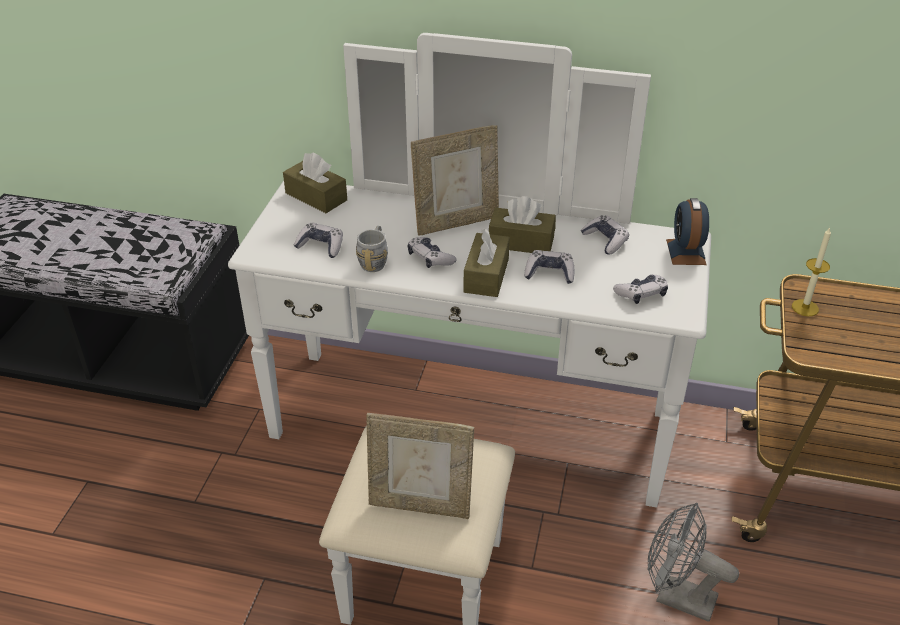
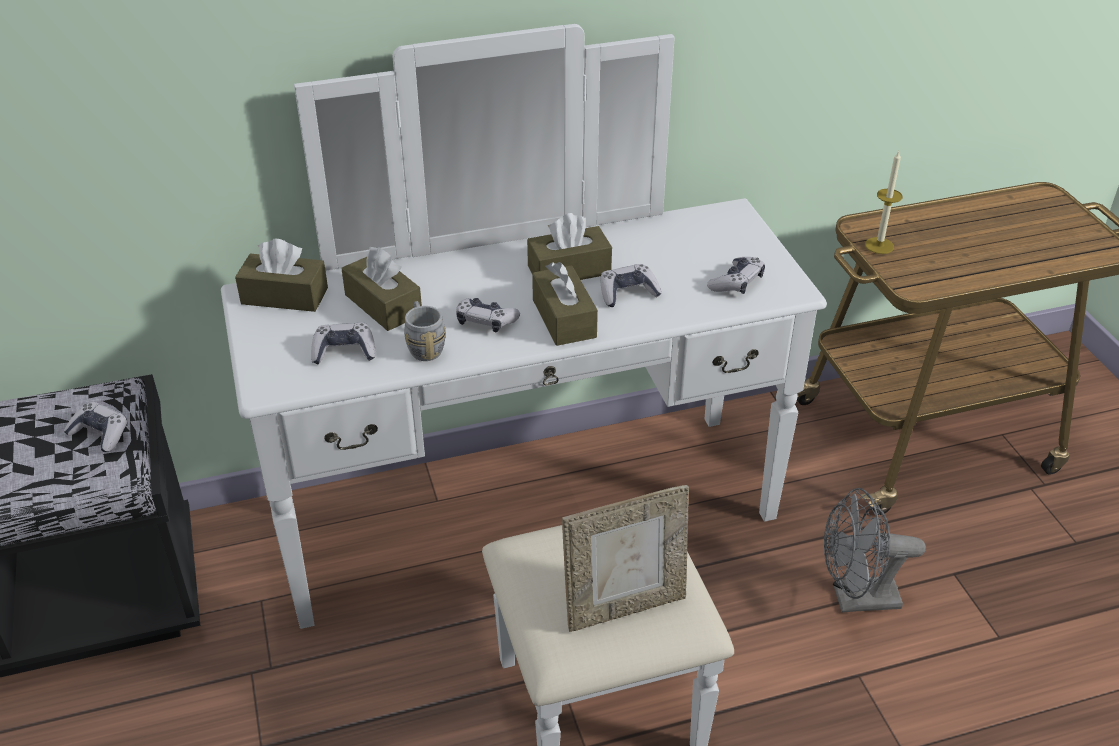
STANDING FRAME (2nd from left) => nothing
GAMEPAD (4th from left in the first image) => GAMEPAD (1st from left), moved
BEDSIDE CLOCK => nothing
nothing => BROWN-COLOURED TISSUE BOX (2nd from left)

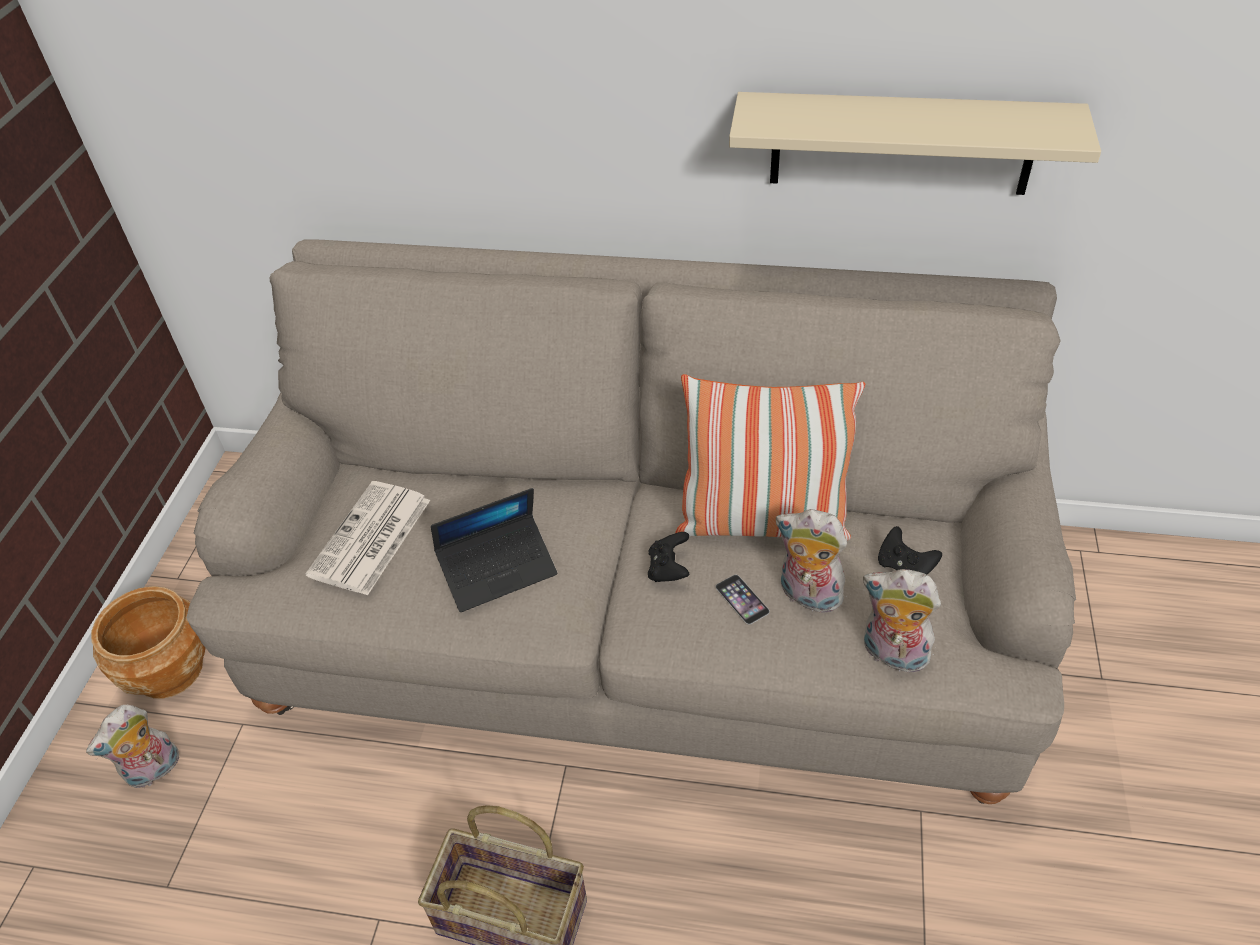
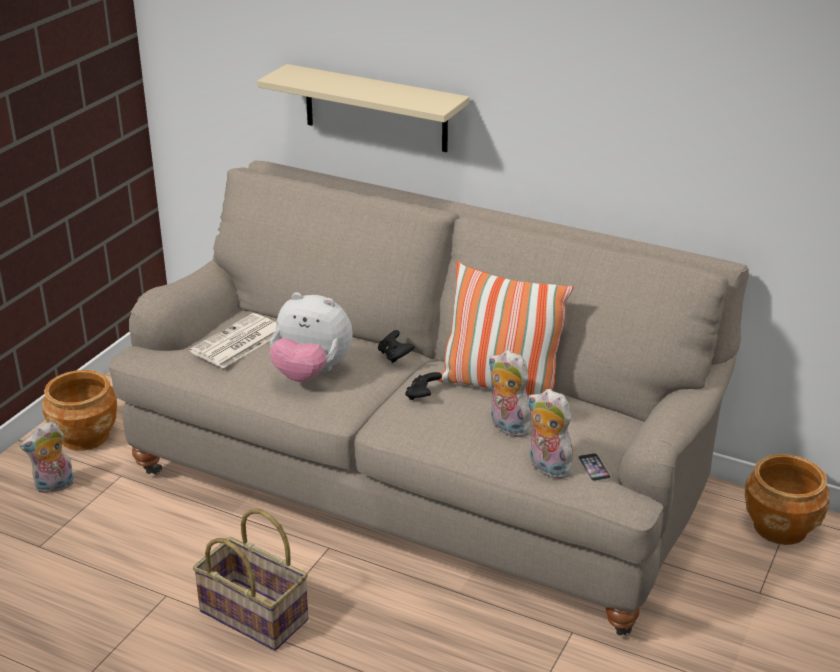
NOTEBOOK COMPUTER => PLUSH TOY (2nd from left)
PHONE, moved
BEIGE-COLOURED WALL SHELF, moved
BLACKISH GAMEPAD (2nd from left in the first image) => BLACKISH GAMEPAD (1st from left), moved
nothing => BROWN-COLOURED FLOWER POT (2nd from left)

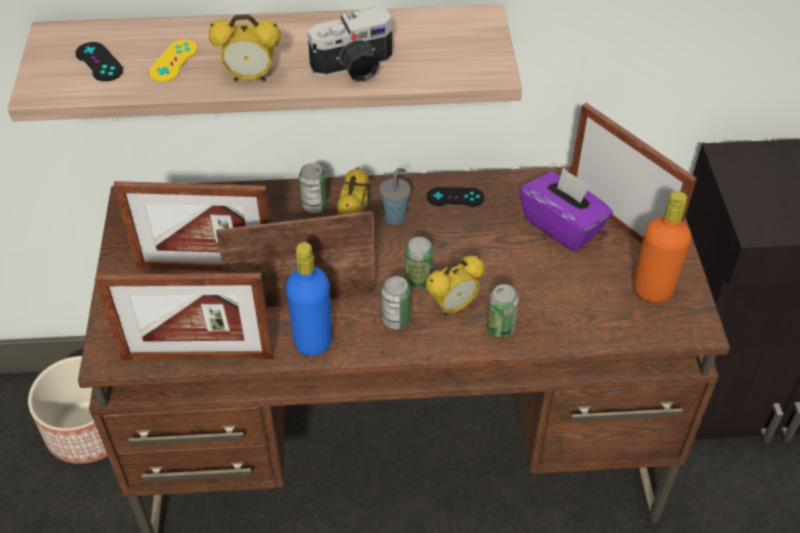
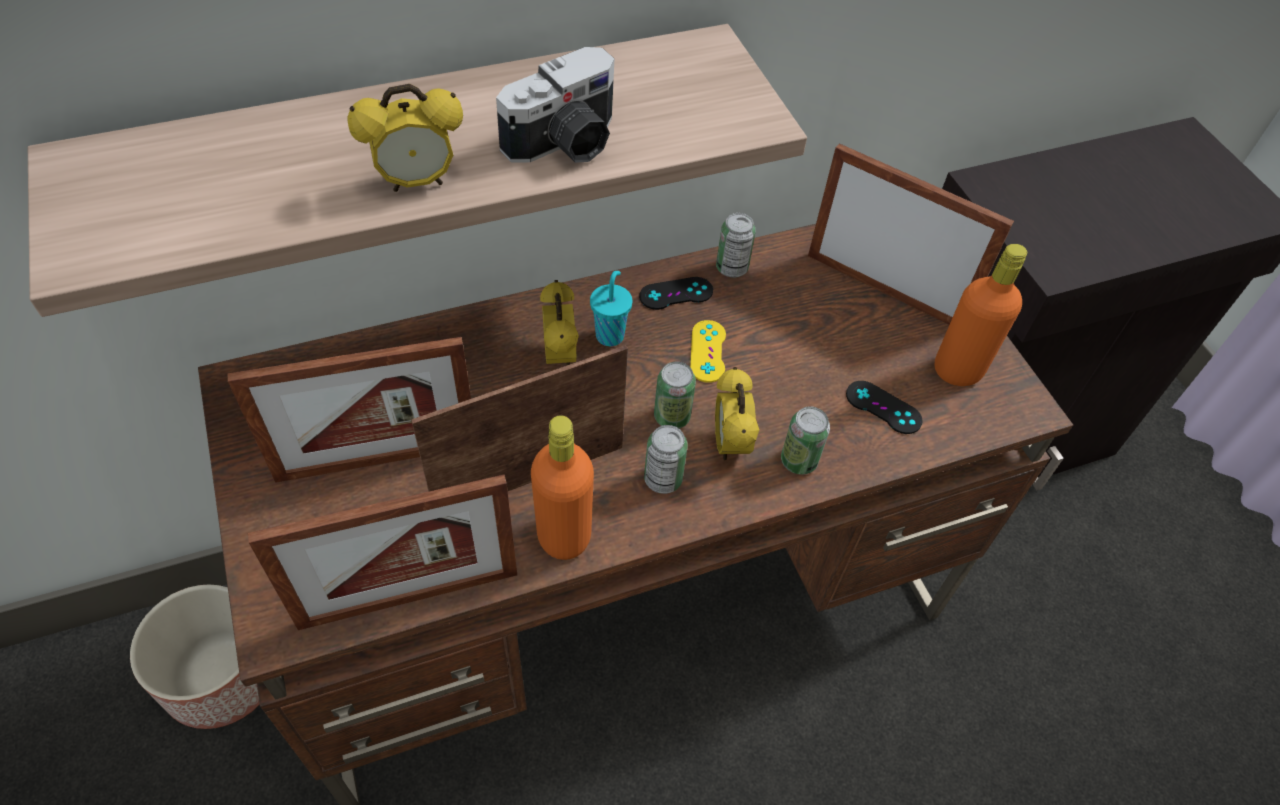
BLACKISH GAMEPAD (1st from left in the first image) => BLACKISH GAMEPAD (2nd from left), moved
YELLOW-COLOURED GAMEPAD, moved
BLUISH DRINK BOTTLE => ORANGEY DRINK BOTTLE (1st from left)
METAL CAN (1st from left in the first image) => METAL CAN (3rd from left), moved
GREYISH SMALL CUP => TURQUOISE-COLOURED SMALL CUP
BEDSIDE CLOCK (3rd from left), 135 degrees clockwise
PURPLE TISSUE BOX => nothing

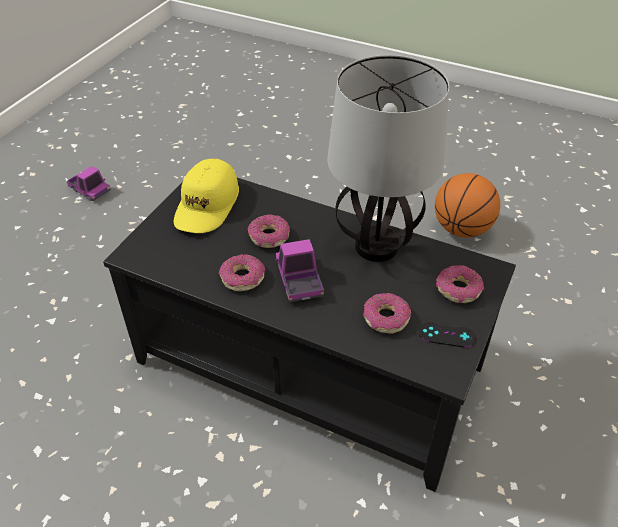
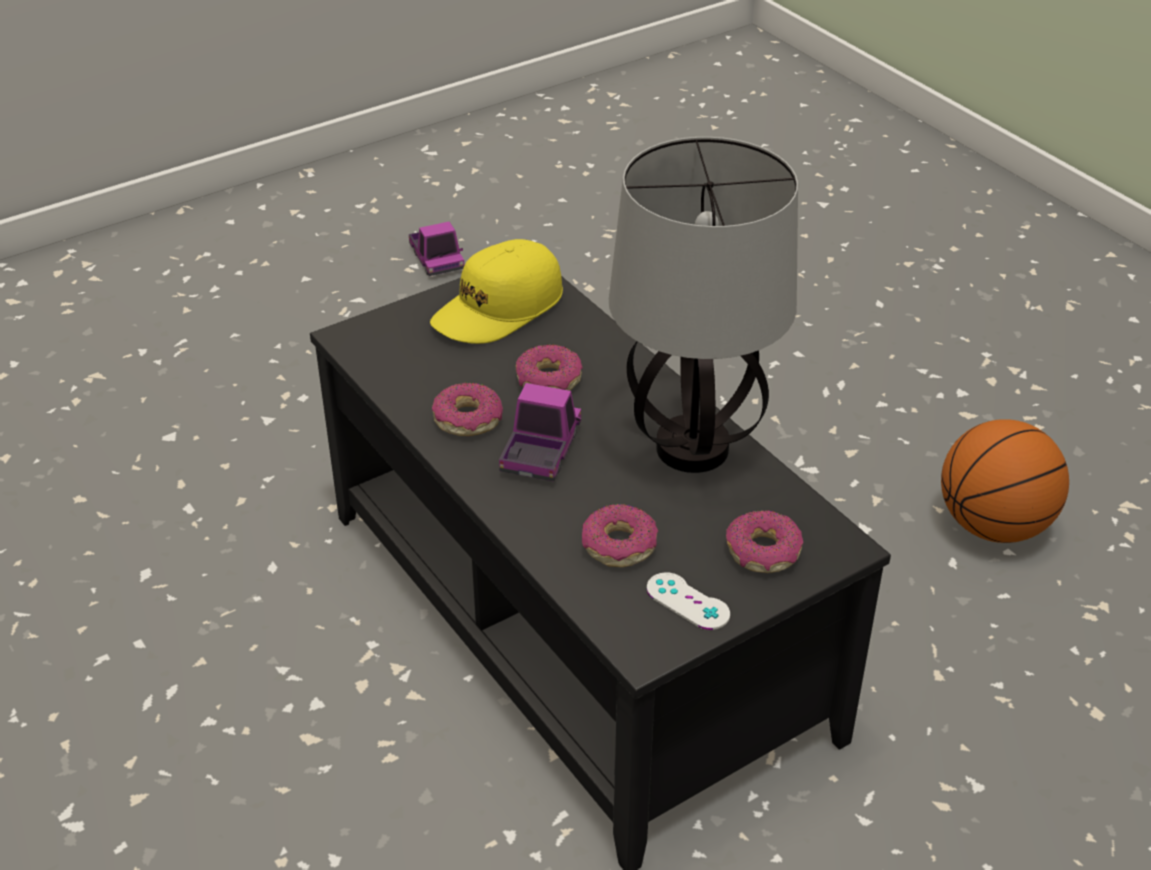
BLACKISH GAMEPAD => WHITISH GAMEPAD

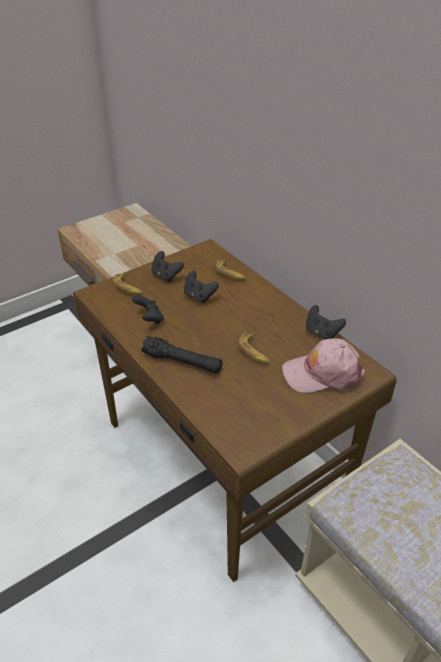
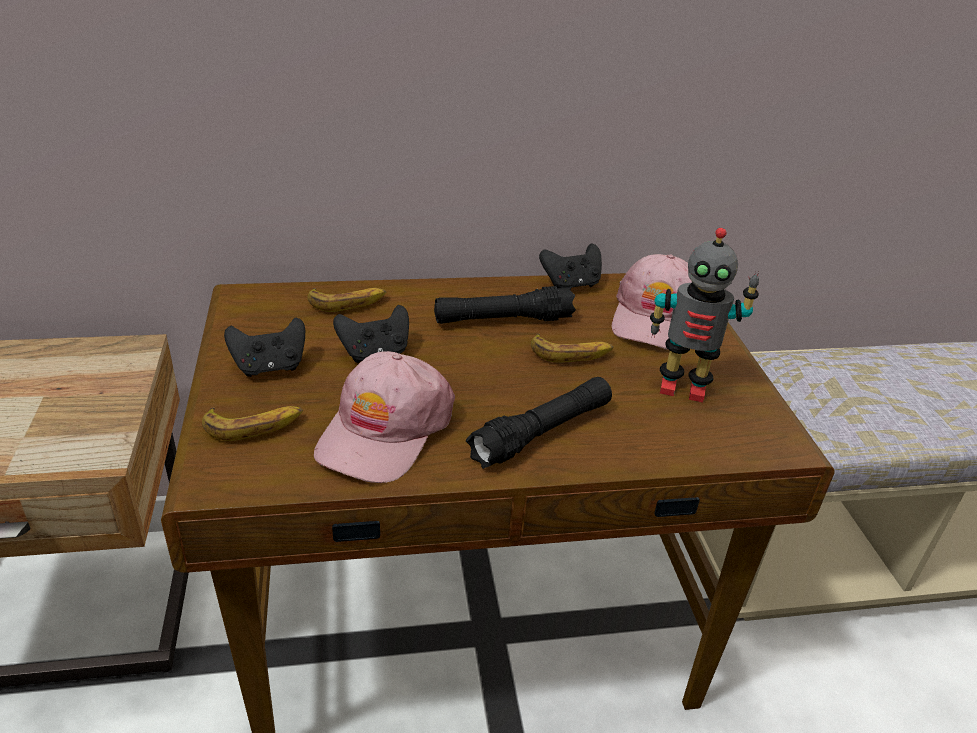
BLACKISH GAMEPAD (1st from left) => PINK CAP (1st from left)
nothing => BLACKISH HAND TORCH (1st from left)
nothing => ROBOT FIGURE

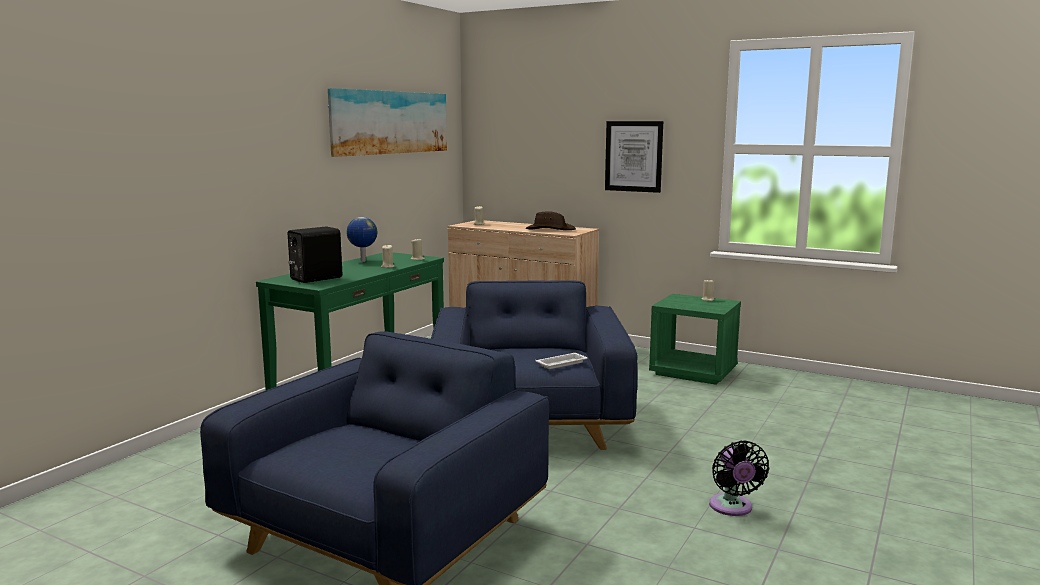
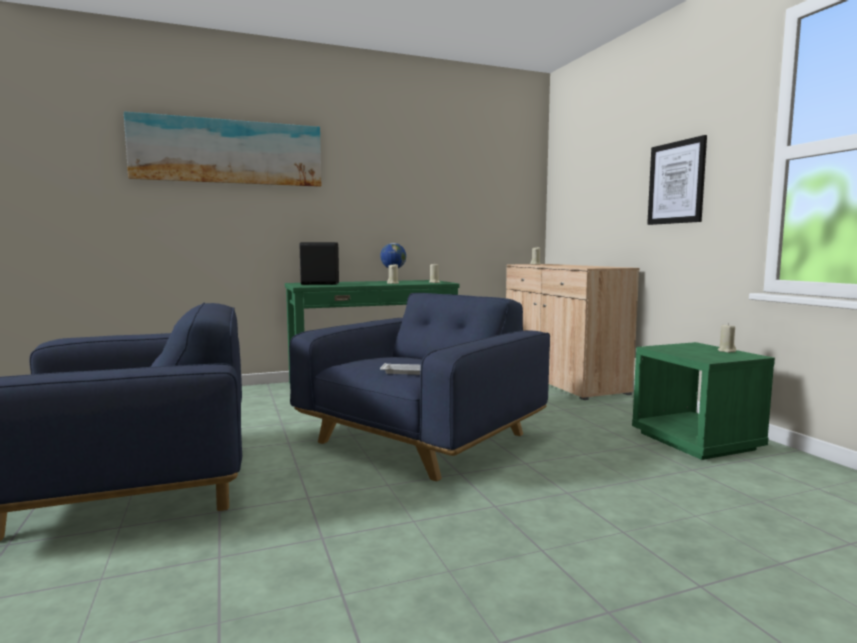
WALL PICTURE (1st from left), moved
BROWN-COLOURED CLOTHING HAT => nothing
BLACKISH COOLING FAN => nothing

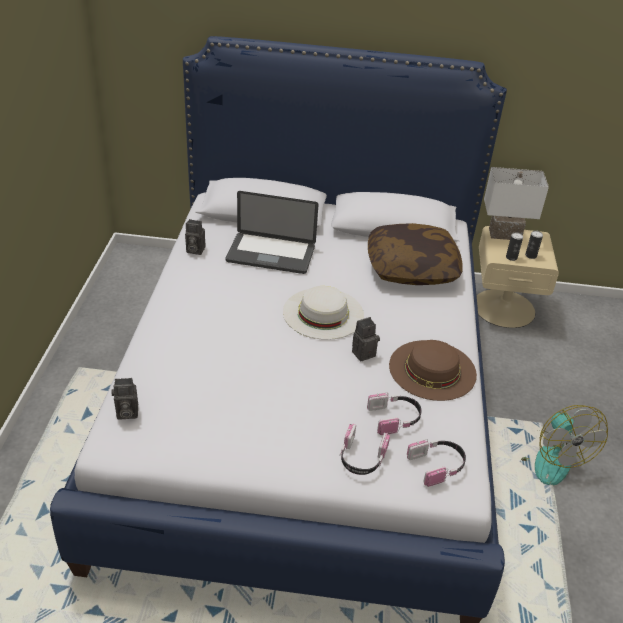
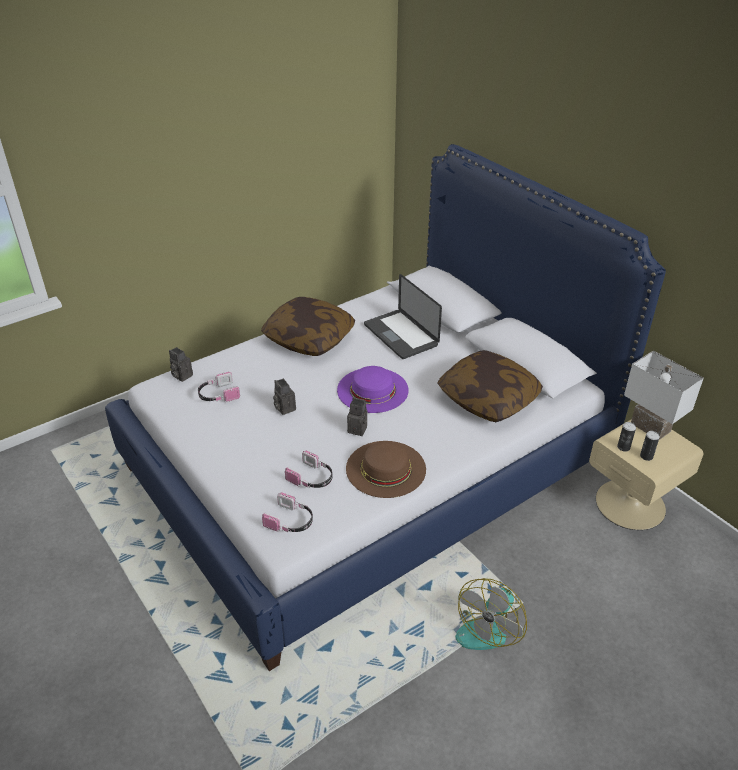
STILL CAMERA (2nd from left), moved
WHITISH CLOTHING HAT => PURPLE CLOTHING HAT
HEADSET (1st from left), moved
nothing => CUSHION (1st from left)

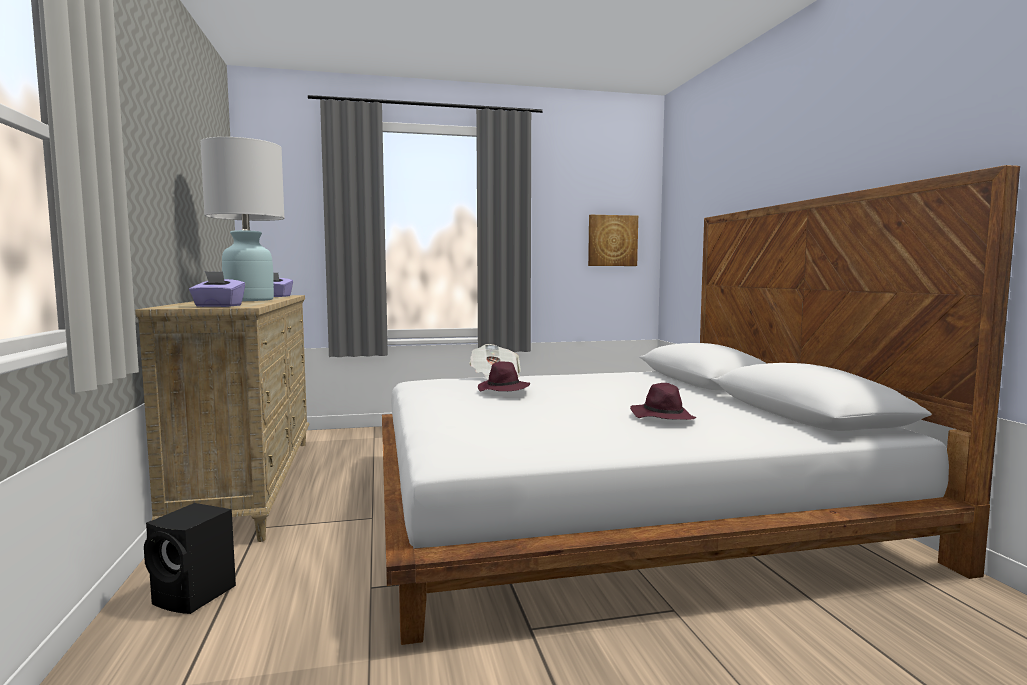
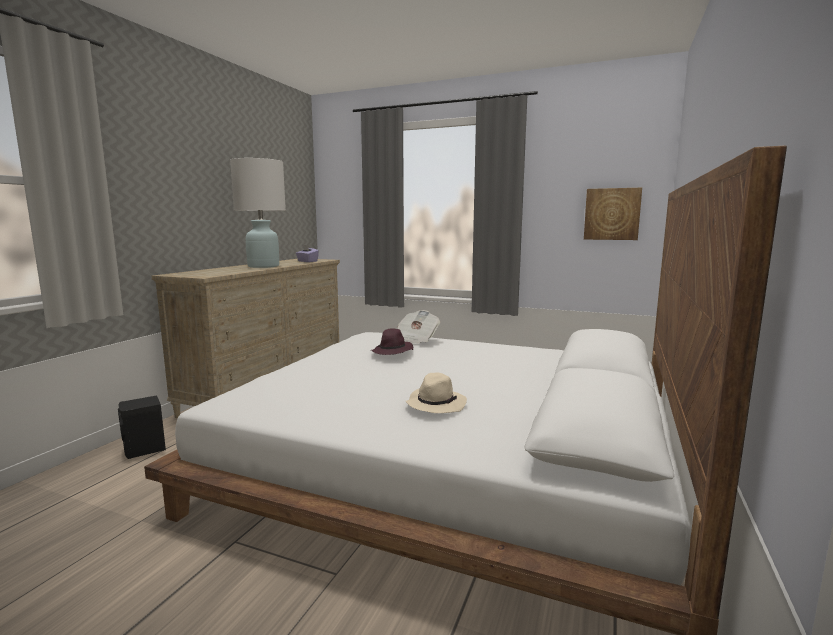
PURPLE TISSUE BOX (1st from left) => nothing
PURPLE CLOTHING HAT (2nd from left) => BEIGE-COLOURED CLOTHING HAT

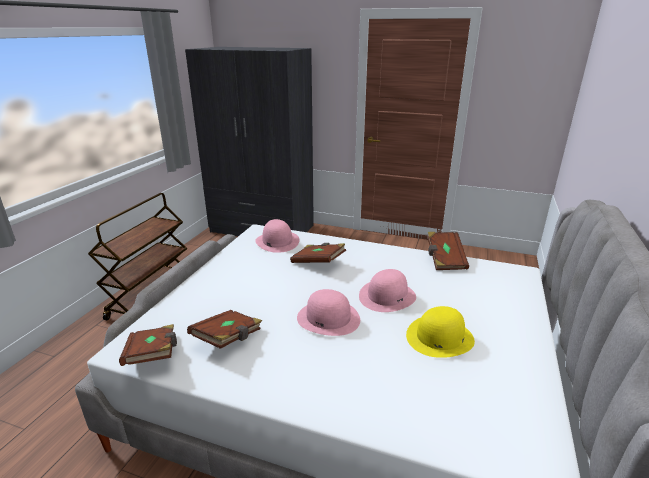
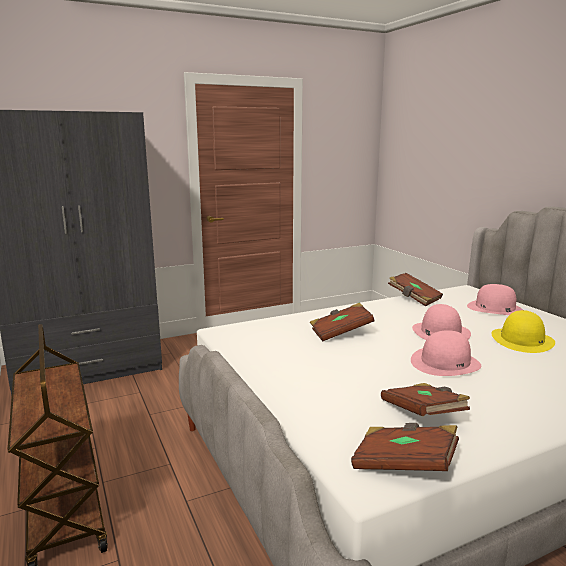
PINK CLOTHING HAT (1st from left in the first image) => PINK CLOTHING HAT (3rd from left), moved

